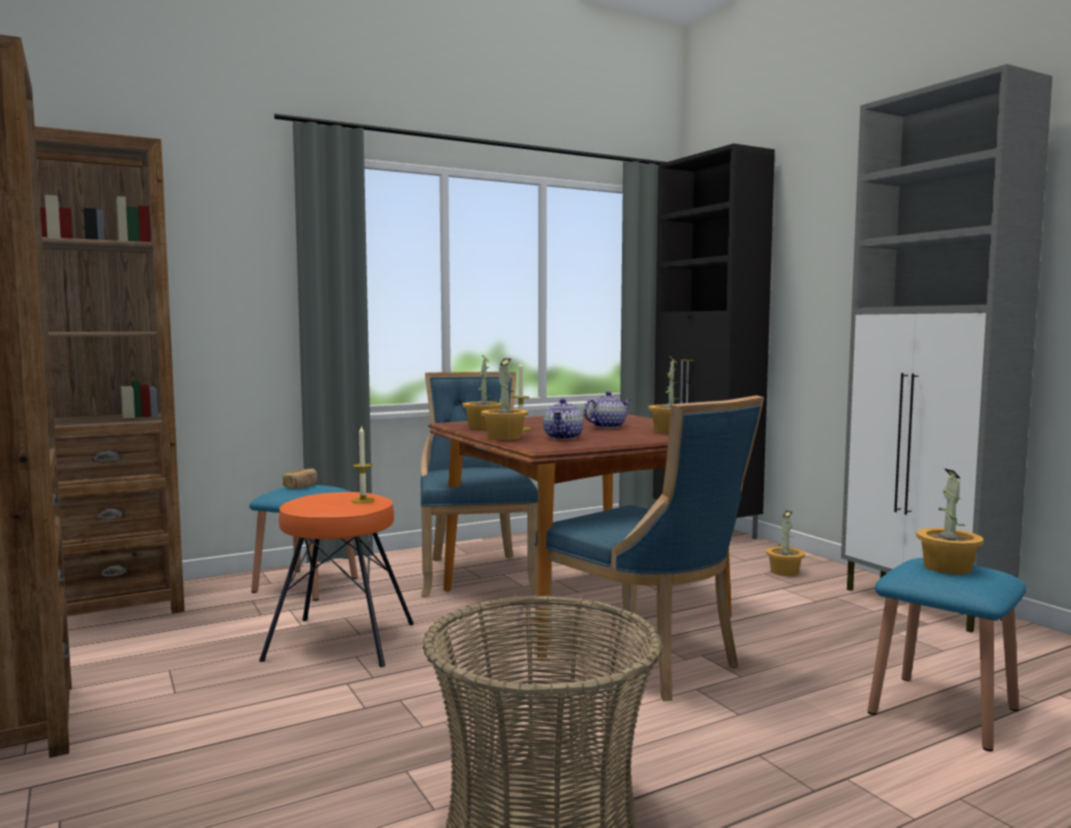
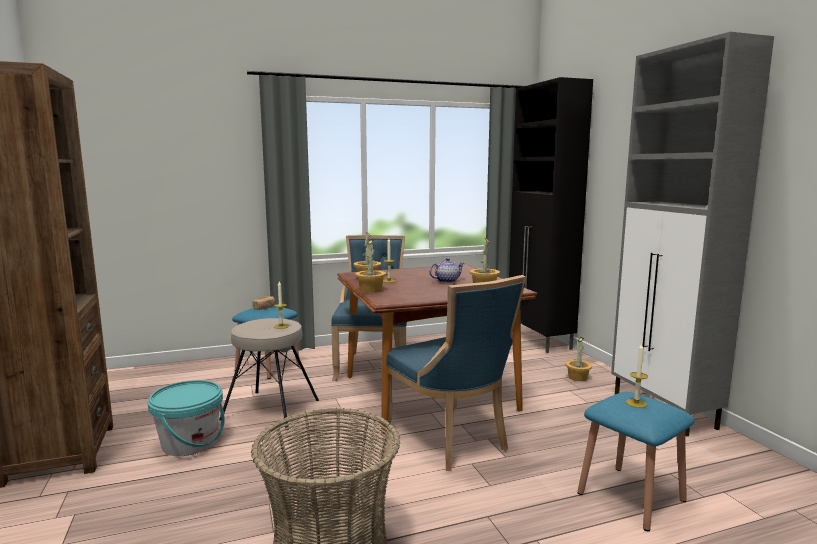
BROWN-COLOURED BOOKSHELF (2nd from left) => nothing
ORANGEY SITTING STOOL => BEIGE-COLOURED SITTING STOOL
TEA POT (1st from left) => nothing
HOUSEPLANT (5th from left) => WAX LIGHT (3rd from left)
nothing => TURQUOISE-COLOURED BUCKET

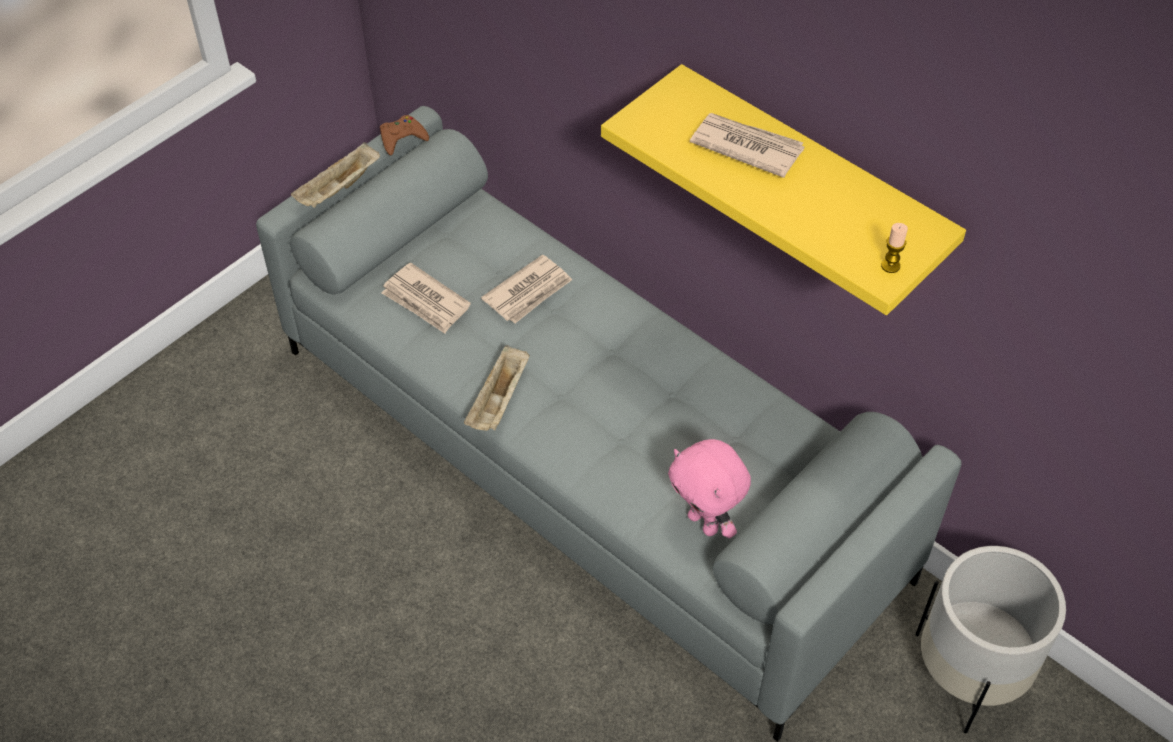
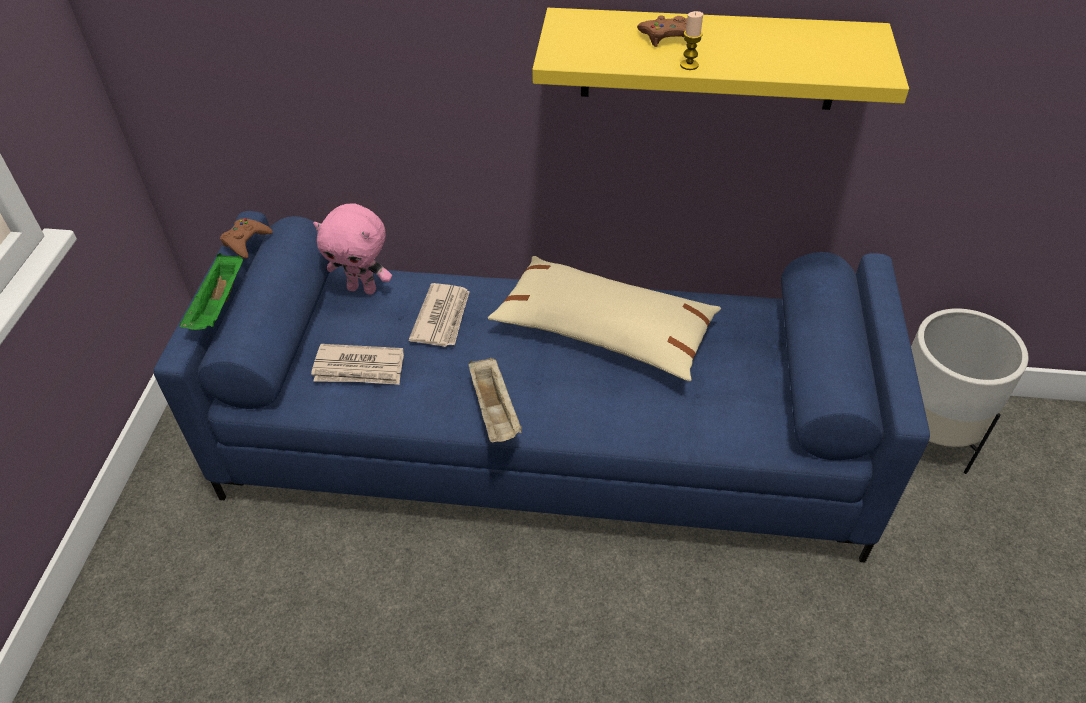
GREYISH SOFA => BLUISH SOFA
BEIGE-COLOURED SERVING TRAY (1st from left) => GREENISH SERVING TRAY
PINK PLUSH TOY, moved
NEWSPAPER (3rd from left) => BROWN-COLOURED GAMEPAD (2nd from left)
WAX LIGHT, moved
nothing => BEIGE-COLOURED CUSHION

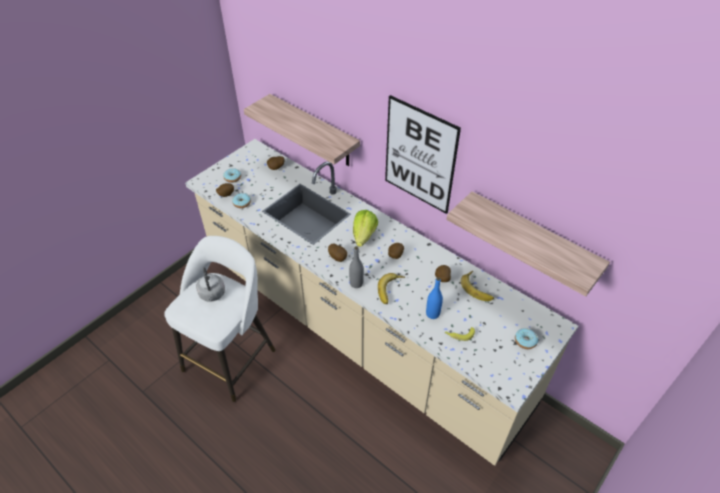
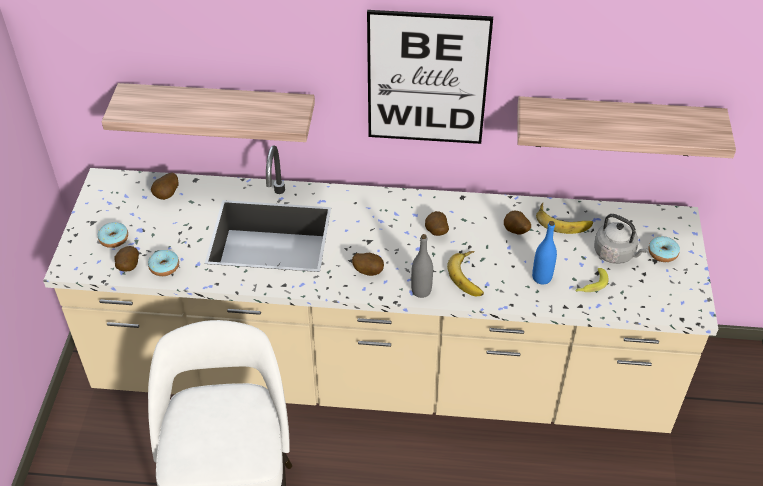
GREYISH KETTLE, moved
LETTUCE => nothing

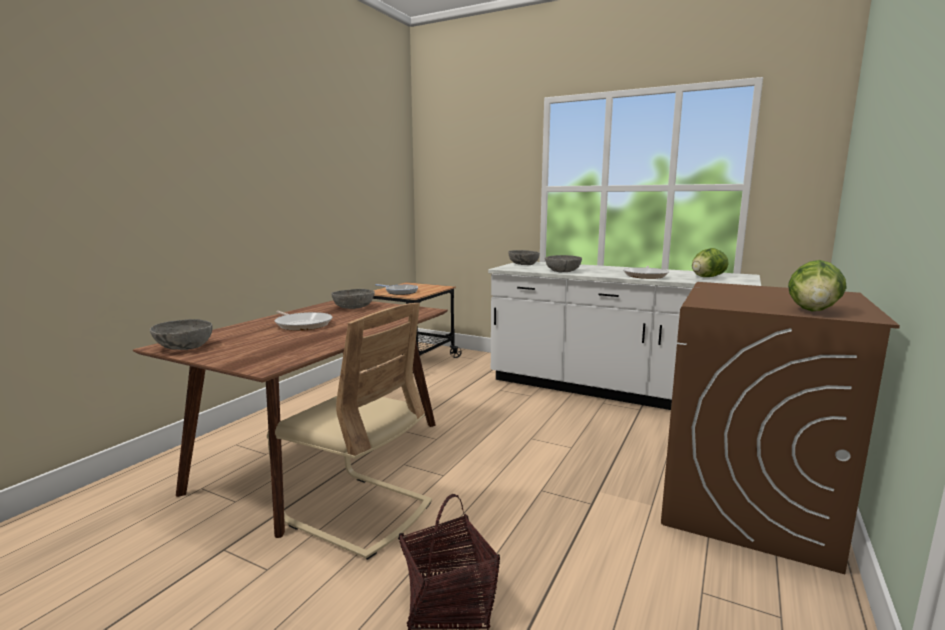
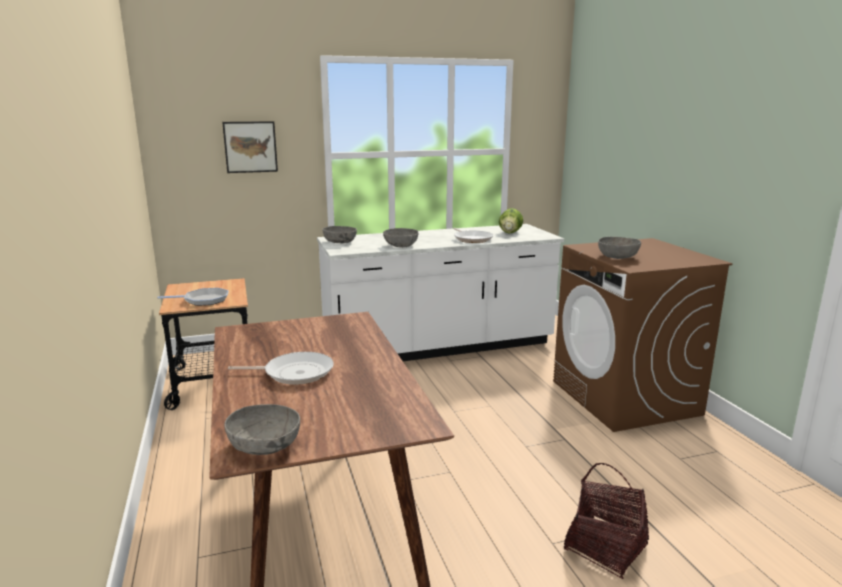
BEIGE-COLOURED PLAIN CHAIR => nothing
GREYISH SERVING BOWL (2nd from left in the first image) => GREYISH SERVING BOWL (4th from left), moved
LETTUCE (2nd from left) => nothing
nothing => WALL PICTURE

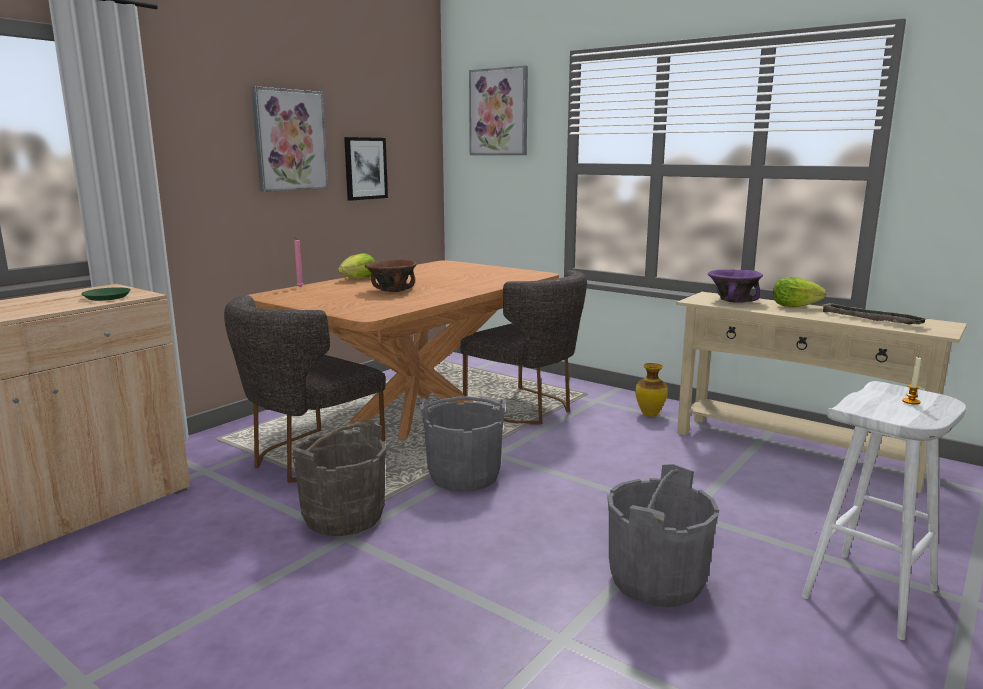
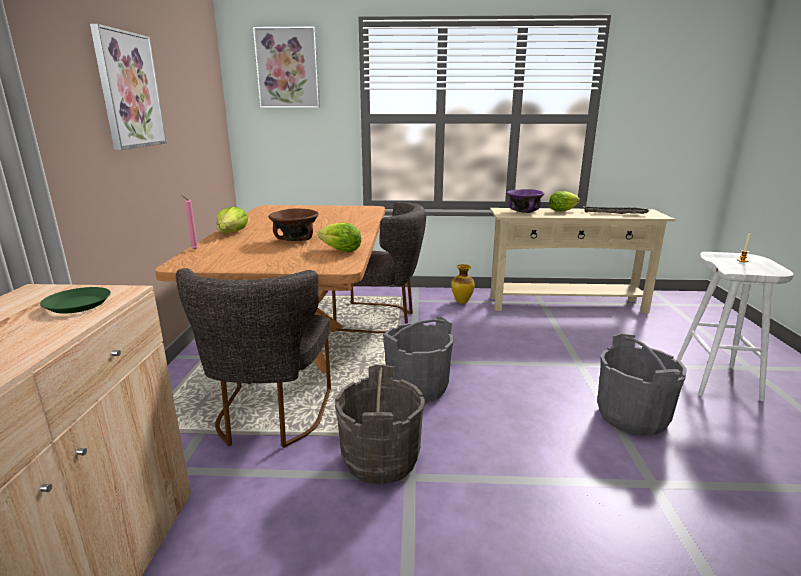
WALL PICTURE (2nd from left) => nothing
nothing => LETTUCE (2nd from left)

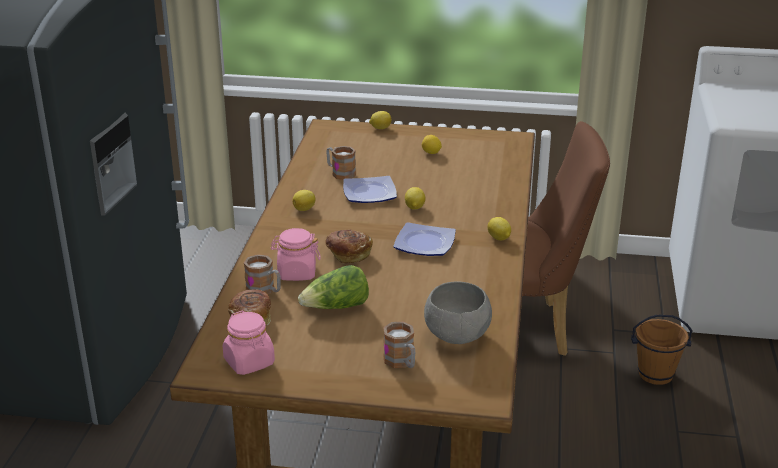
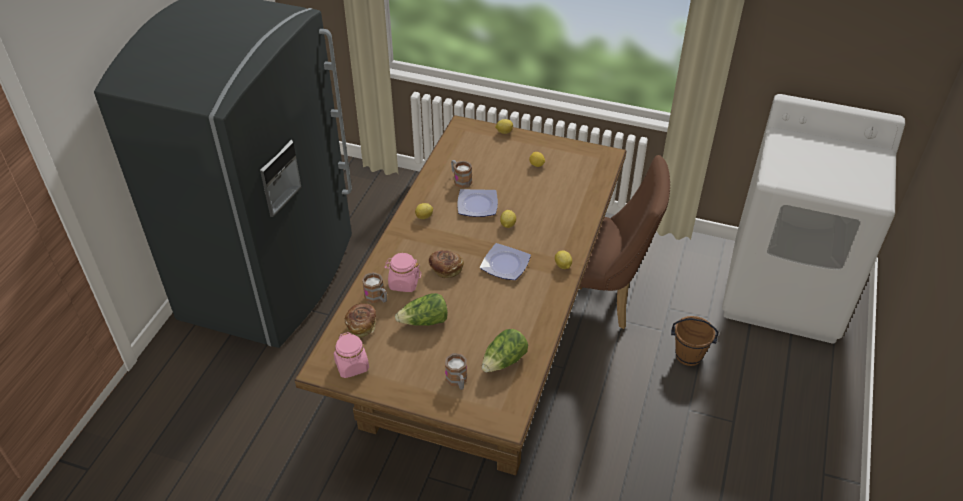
GREYISH SERVING BOWL => LETTUCE (2nd from left)

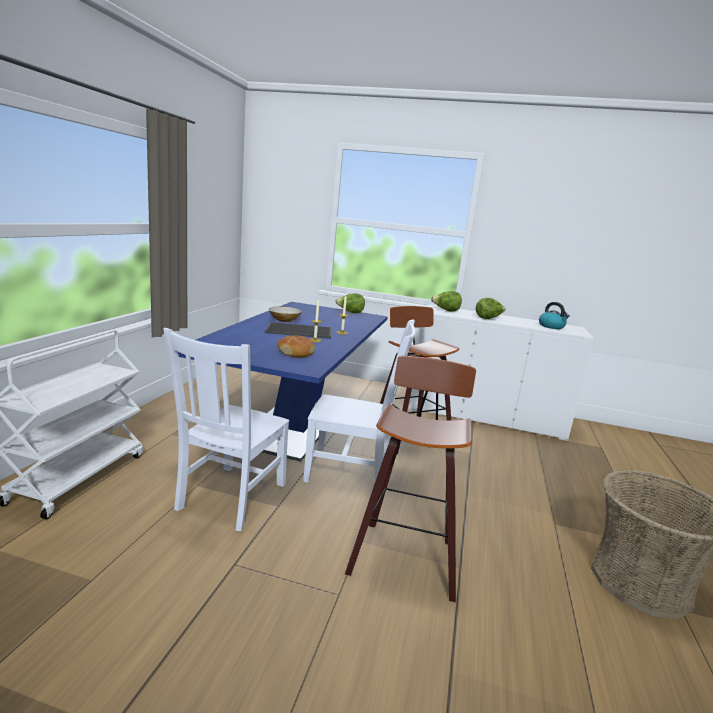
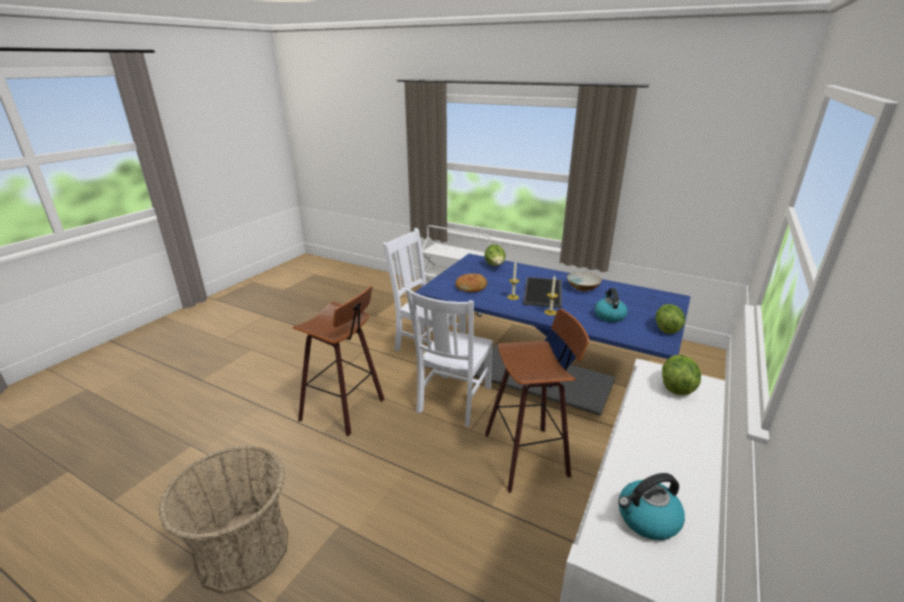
LETTUCE (3rd from left in the first image) => LETTUCE (1st from left), moved
nothing => KETTLE (1st from left)

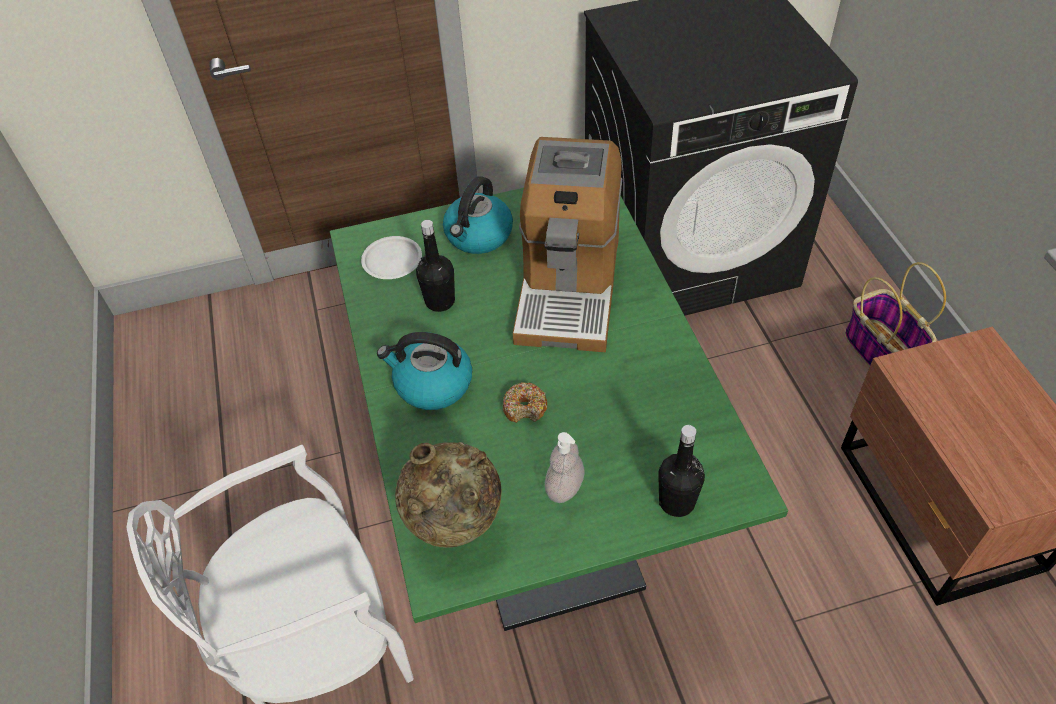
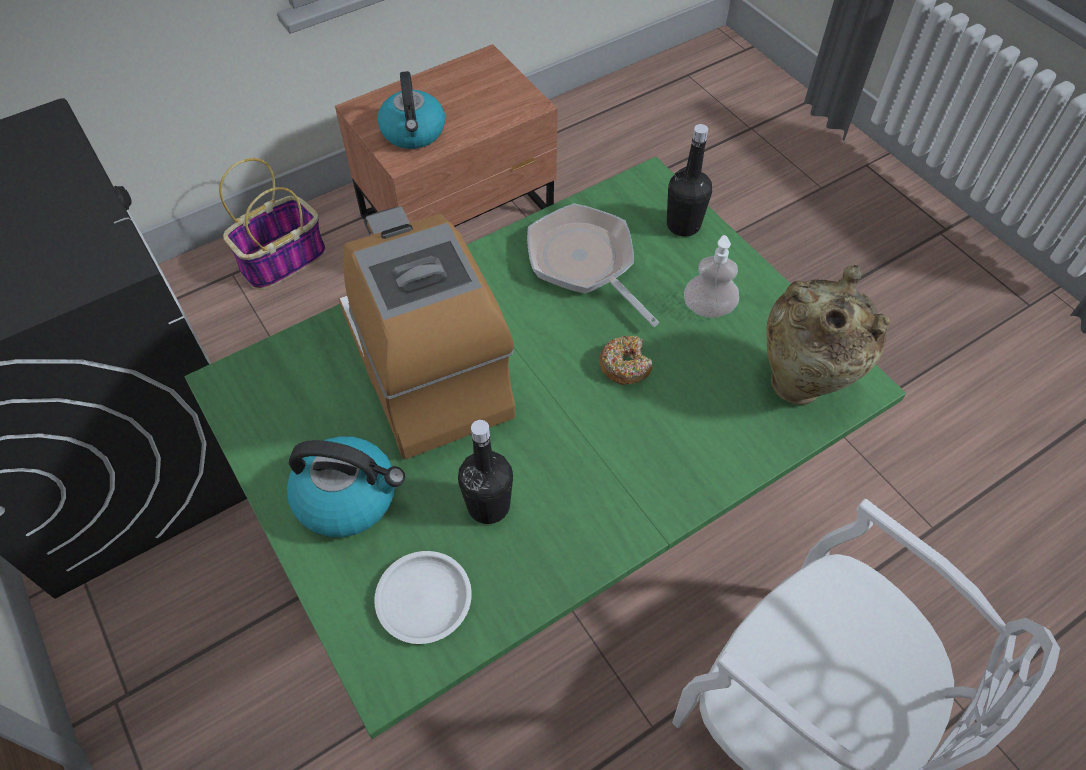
KETTLE (1st from left in the first image) => KETTLE (2nd from left), moved
COFFEE BREWER, 105 degrees counterclockwise
nothing => PAN

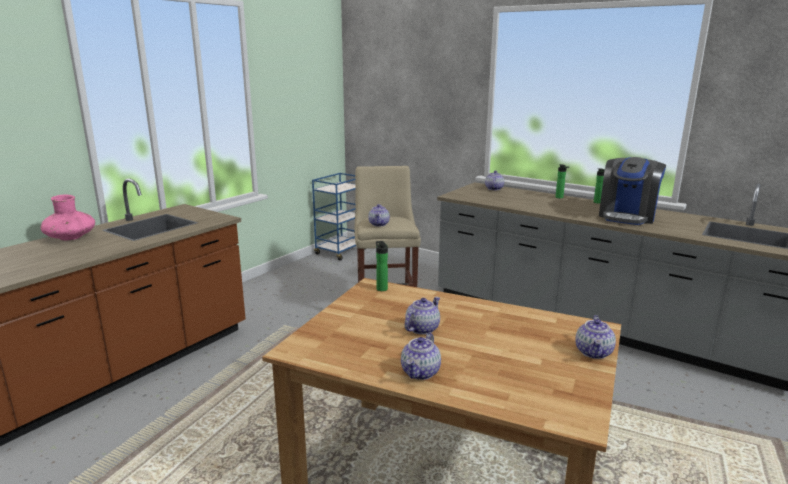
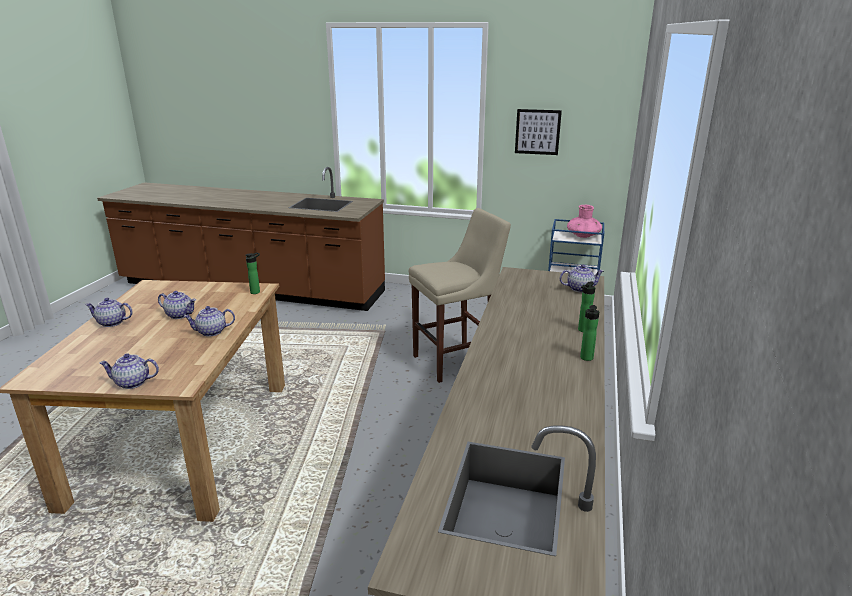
PINK DECORATIVE VASE, moved
TEA POT (1st from left in the first image) => TEA POT (4th from left), moved
COFFEE BREWER => nothing
nothing => WALL PICTURE

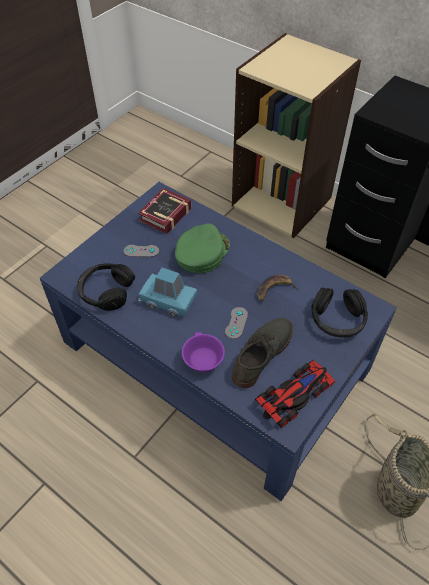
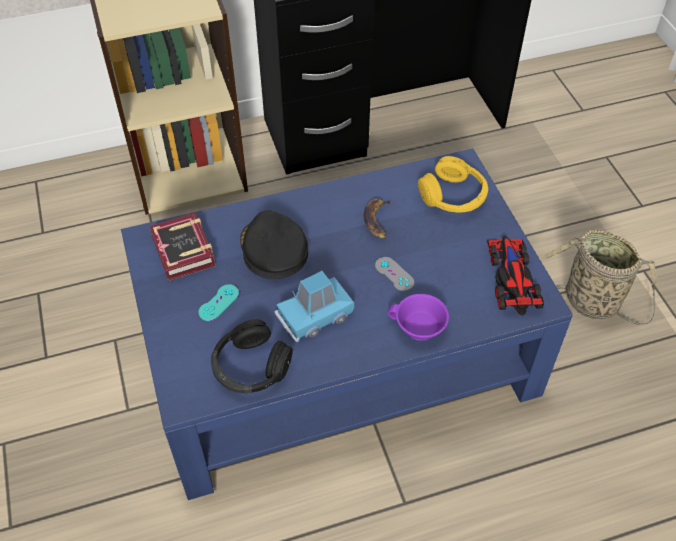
GREYISH GAMEPAD (1st from left) => TURQUOISE-COLOURED GAMEPAD
GREENISH CAP => BLACKISH CAP
GREYISH LOW SHOE => nothing
BLACKISH HEADSET (2nd from left) => YELLOW-COLOURED HEADSET

